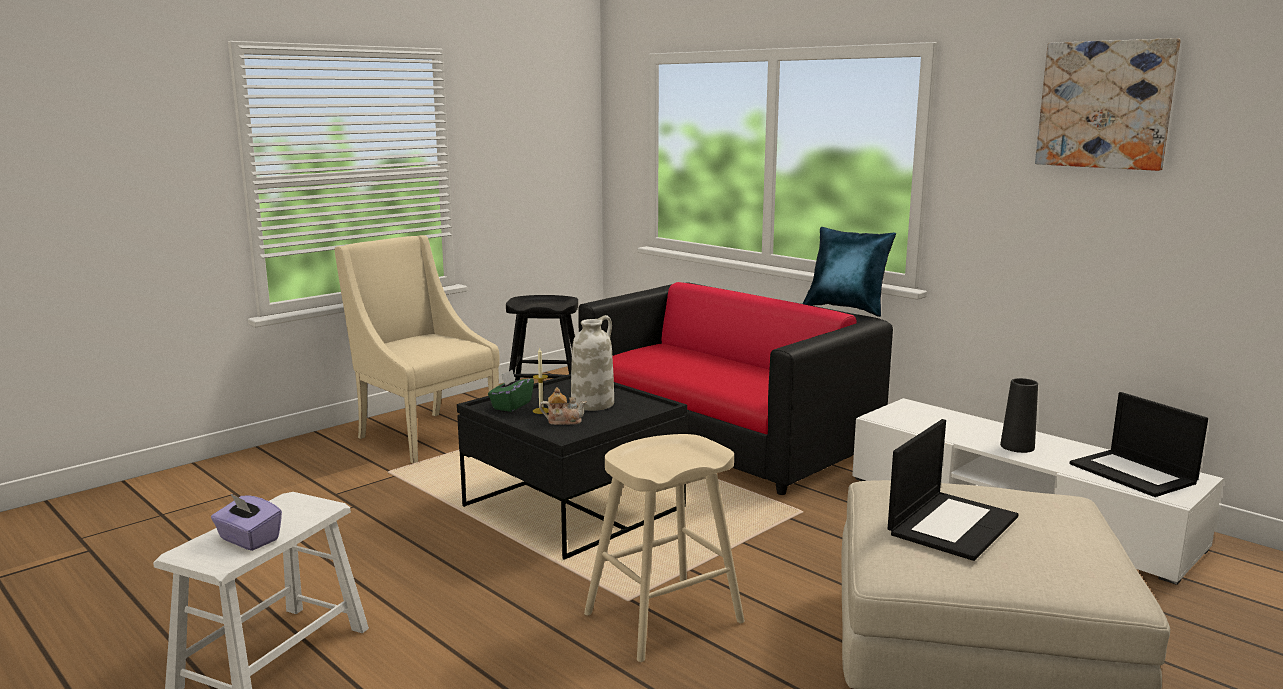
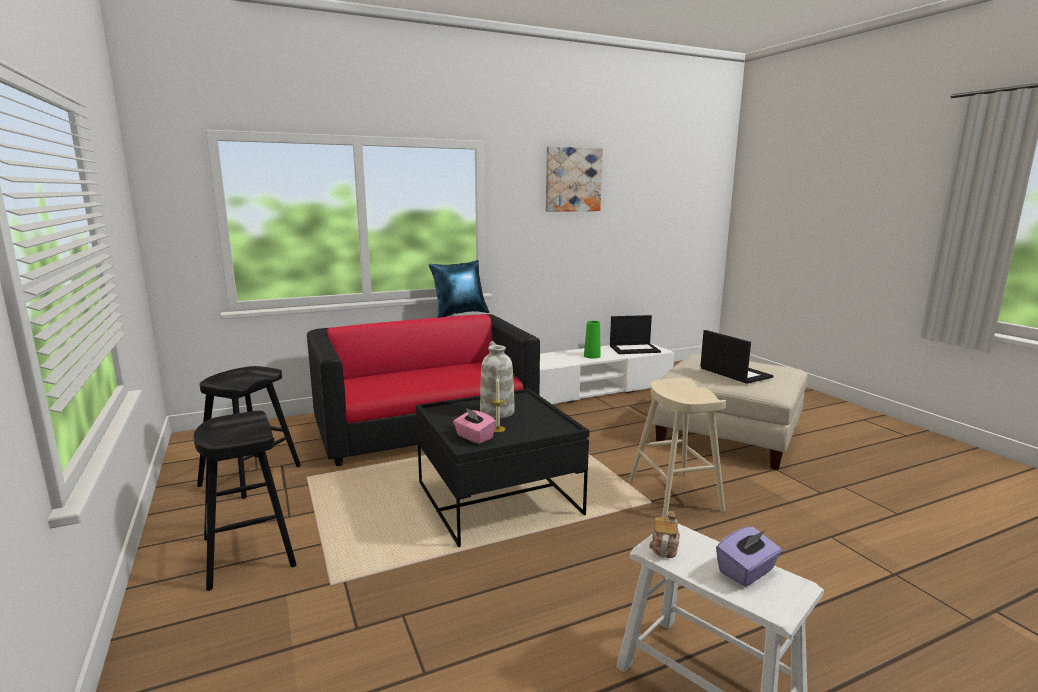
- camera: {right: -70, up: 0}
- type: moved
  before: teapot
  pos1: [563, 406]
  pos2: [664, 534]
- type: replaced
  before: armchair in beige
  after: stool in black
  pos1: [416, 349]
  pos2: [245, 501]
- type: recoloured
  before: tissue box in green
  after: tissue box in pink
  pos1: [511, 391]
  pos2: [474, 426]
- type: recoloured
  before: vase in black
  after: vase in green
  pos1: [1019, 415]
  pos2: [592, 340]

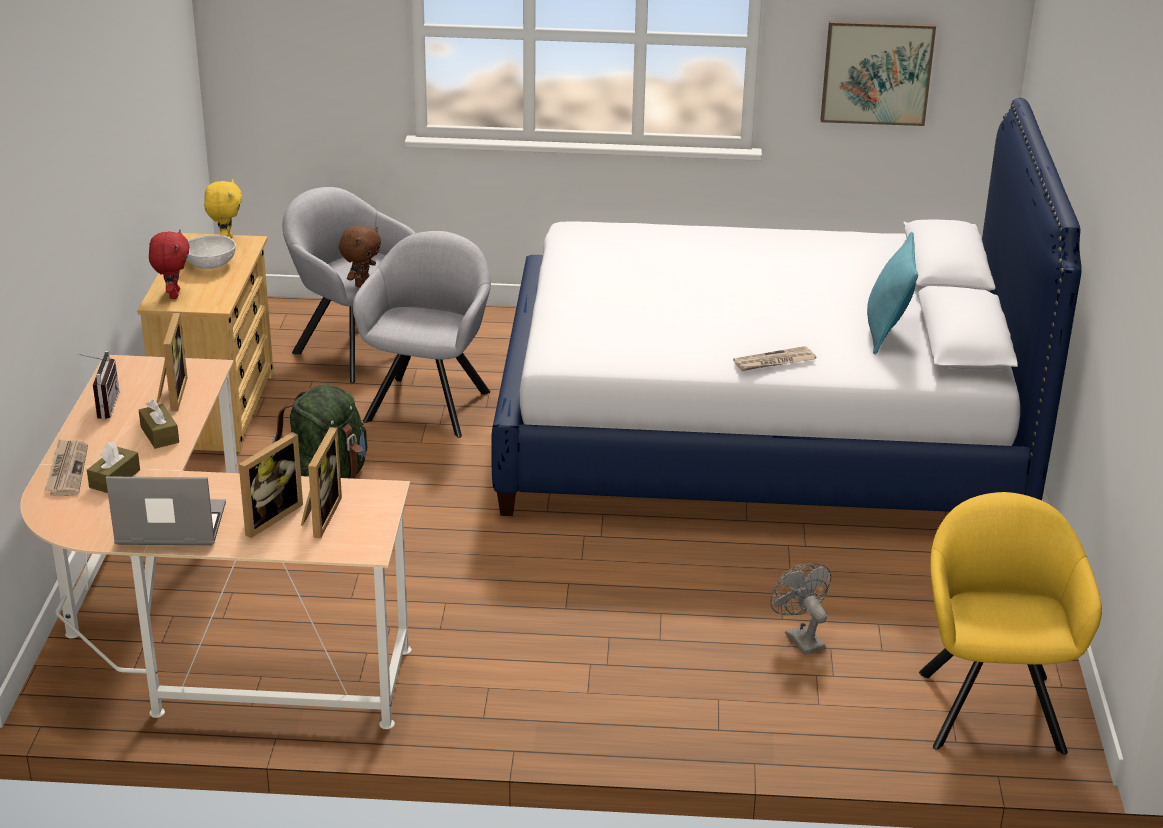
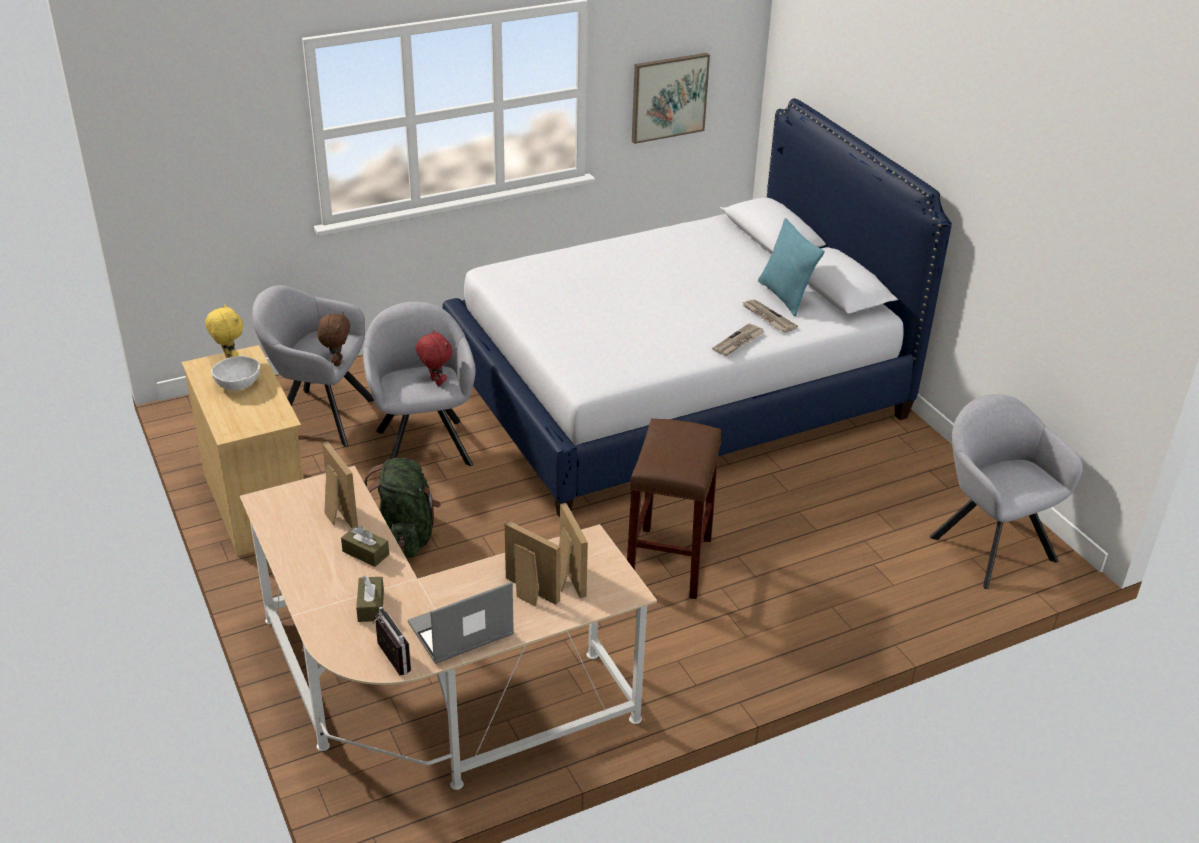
- camera: {right: -30, up: 5}
- type: removed
  before: fan in grey
  pos1: [800, 609]
- type: added
  after: stool in brown
  pos2: [674, 509]
- type: moved
  before: newspaper
  pos1: [66, 467]
  pos2: [770, 316]
- type: moved
  before: radio
  pos1: [98, 385]
  pos2: [391, 641]
- type: moved
  before: plush toy in red
  pos1: [169, 264]
  pos2: [434, 357]
- type: recoloured
  before: armchair in yellow
  after: armchair in grey
  pos1: [1010, 623]
  pos2: [1006, 491]
- type: turned
  before: picture frame
  pos1: [271, 485]
  pos2: [533, 563]
  turn: -60

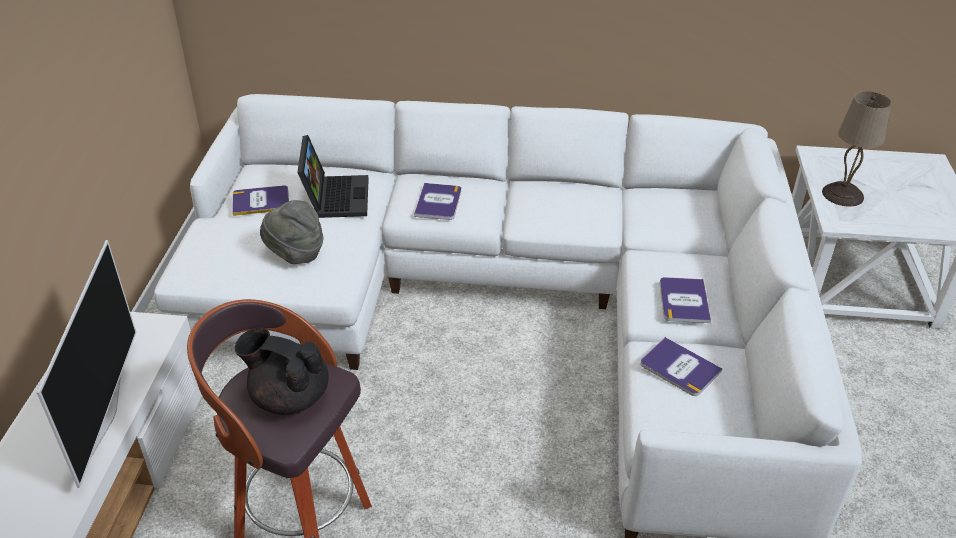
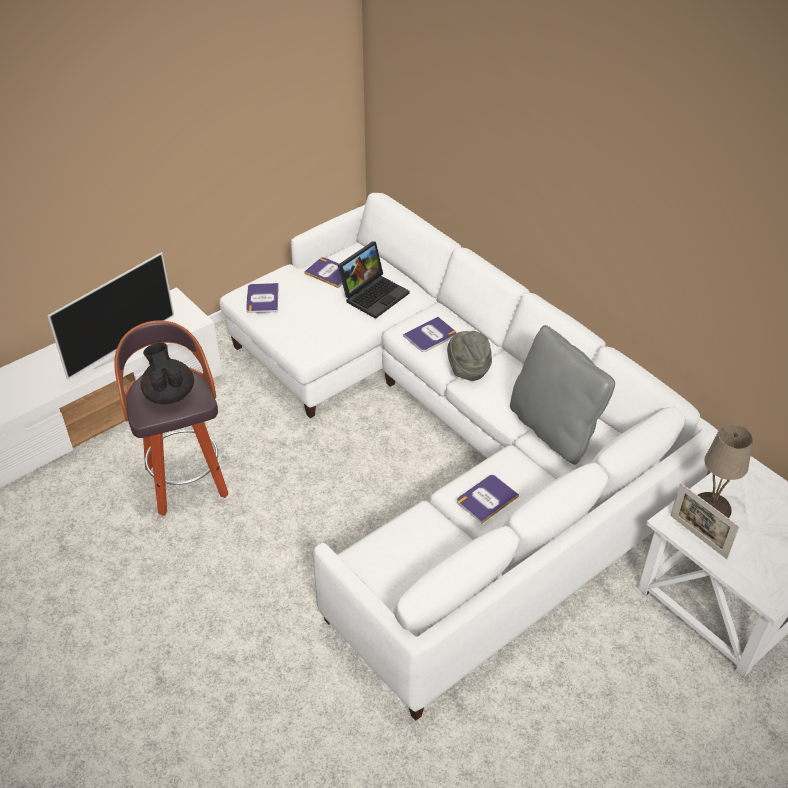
- camera: {right: 45, up: 5}
- type: added
  after: pillow in grey
  pos2: [562, 395]
- type: added
  after: picture frame
  pos2: [704, 521]
- type: moved
  before: hat in grey
  pos1: [291, 232]
  pos2: [469, 356]
- type: moved
  before: book
  pos1: [681, 366]
  pos2: [262, 298]

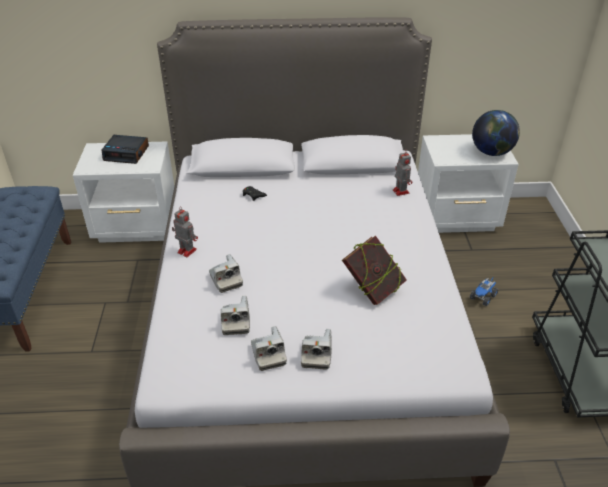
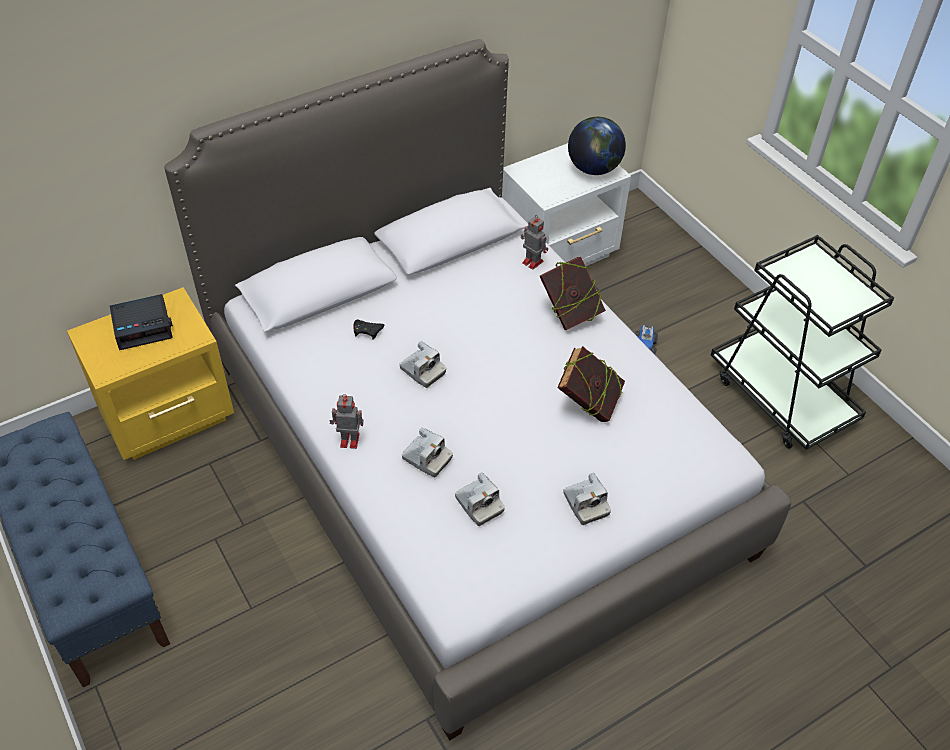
- camera: {right: -30, up: 10}
- type: added
  after: book
  pos2: [573, 293]
- type: moved
  before: photo camera
  pos1: [269, 348]
  pos2: [422, 364]
- type: recoloured
  before: nightstand in white
  after: nightstand in yellow
  pos1: [123, 192]
  pos2: [150, 373]

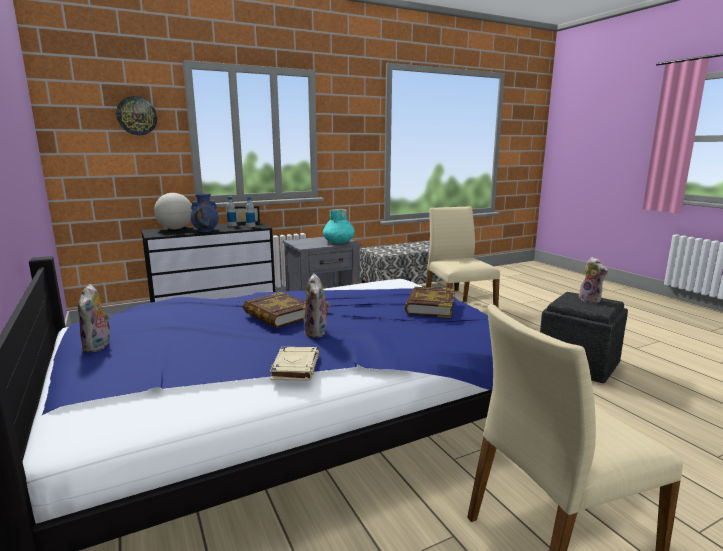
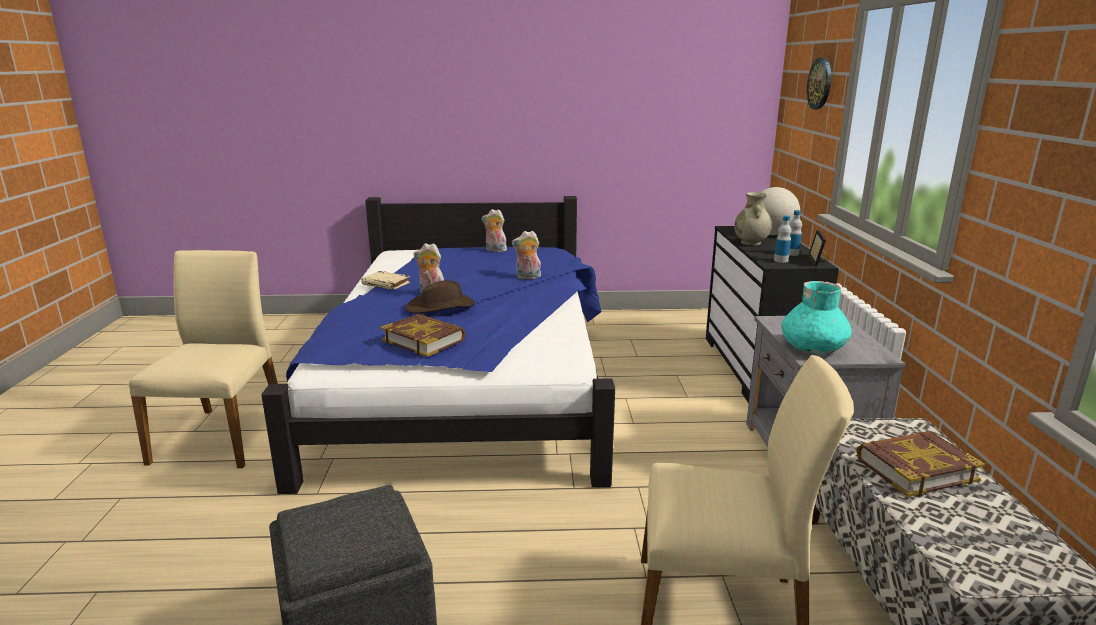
- camera: {right: 115, up: 5}
- type: added
  after: hat in brown
  pos2: [440, 296]
- type: moved
  before: book
  pos1: [274, 310]
  pos2: [921, 464]
- type: moved
  before: plush toy
  pos1: [593, 280]
  pos2: [526, 255]
- type: recoloured
  before: vase in blue
  after: vase in beige
  pos1: [205, 212]
  pos2: [753, 219]

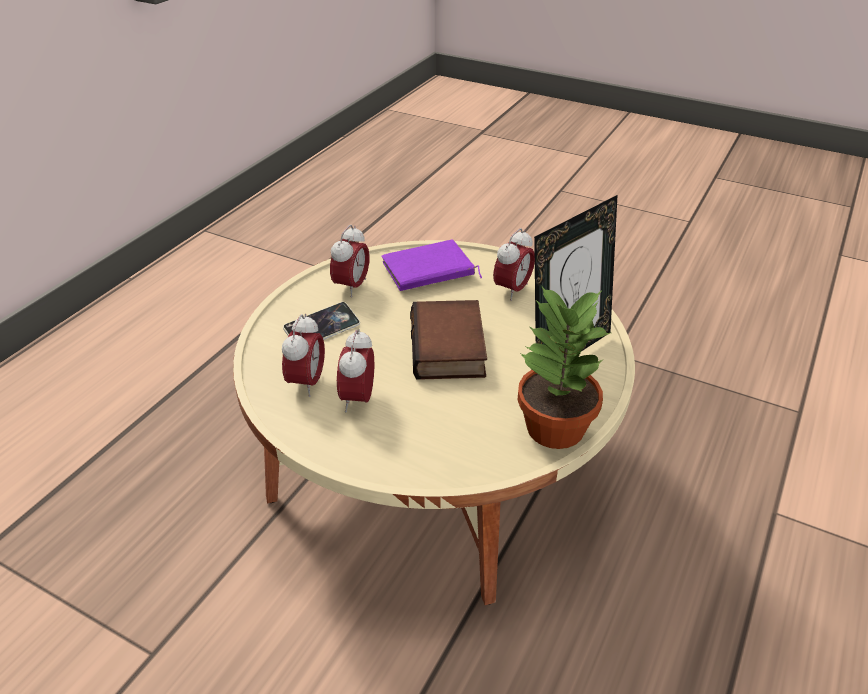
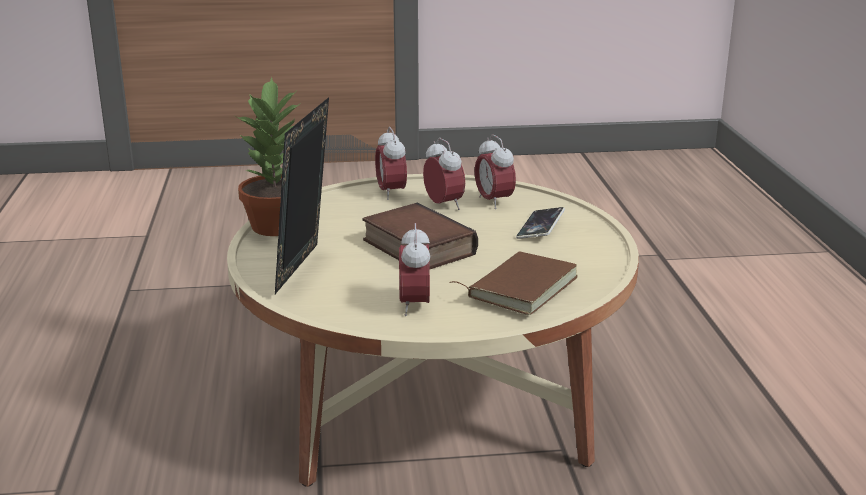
- camera: {right: 145, up: -15}
- type: moved
  before: alarm clock
  pos1: [350, 261]
  pos2: [391, 163]
- type: recoloured
  before: book in purple
  after: book in brown
  pos1: [432, 265]
  pos2: [513, 283]

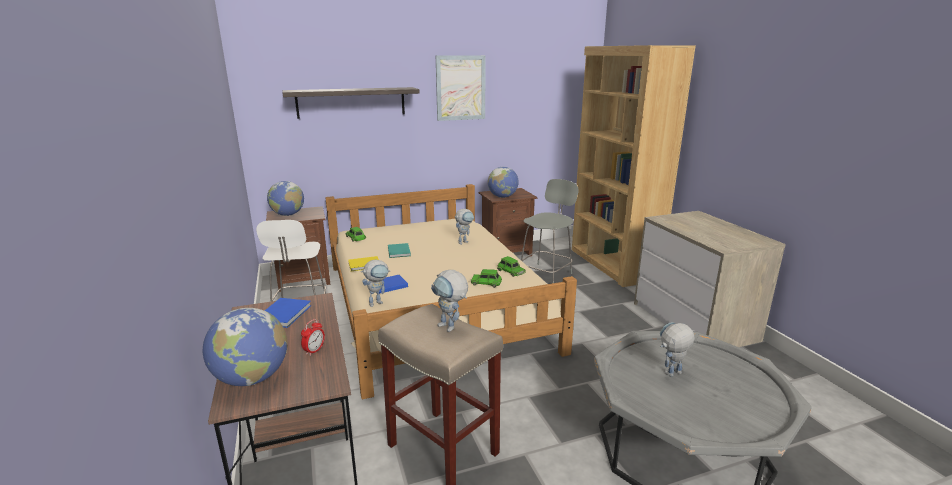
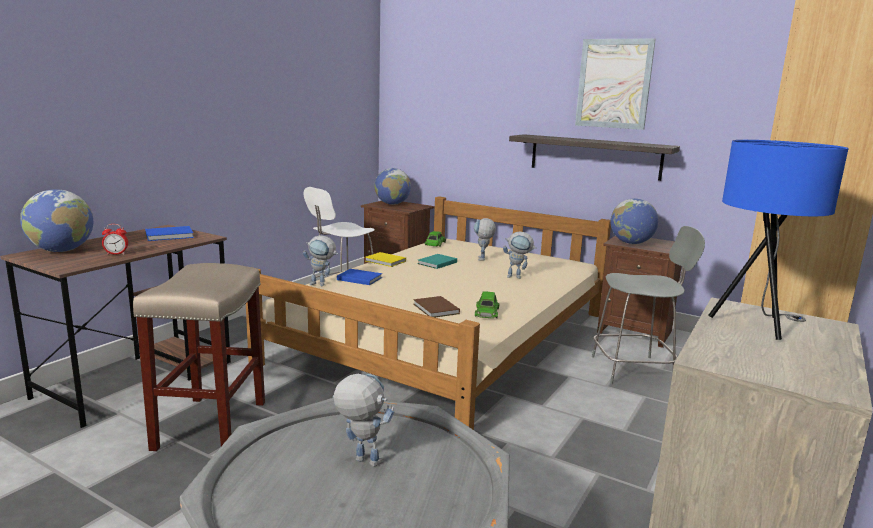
- camera: {right: 50, up: -5}
- type: added
  after: table lamp in blue
  pos2: [778, 240]
- type: moved
  before: shelf
  pos1: [350, 103]
  pos2: [594, 157]
- type: moved
  before: toy robot
  pos1: [449, 301]
  pos2: [485, 239]
- type: replaced
  before: toy car in green
  after: book in brown
  pos1: [486, 278]
  pos2: [436, 306]

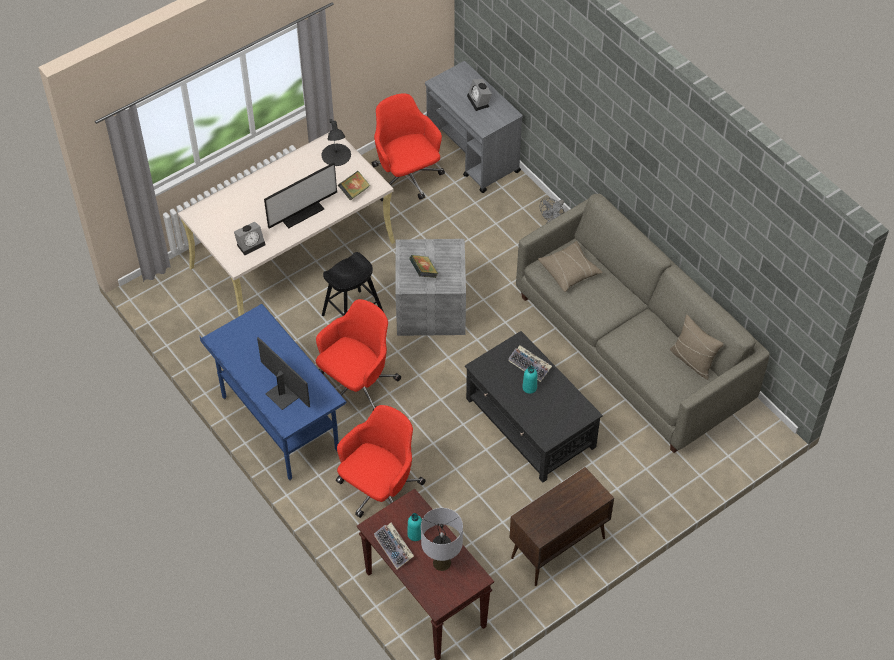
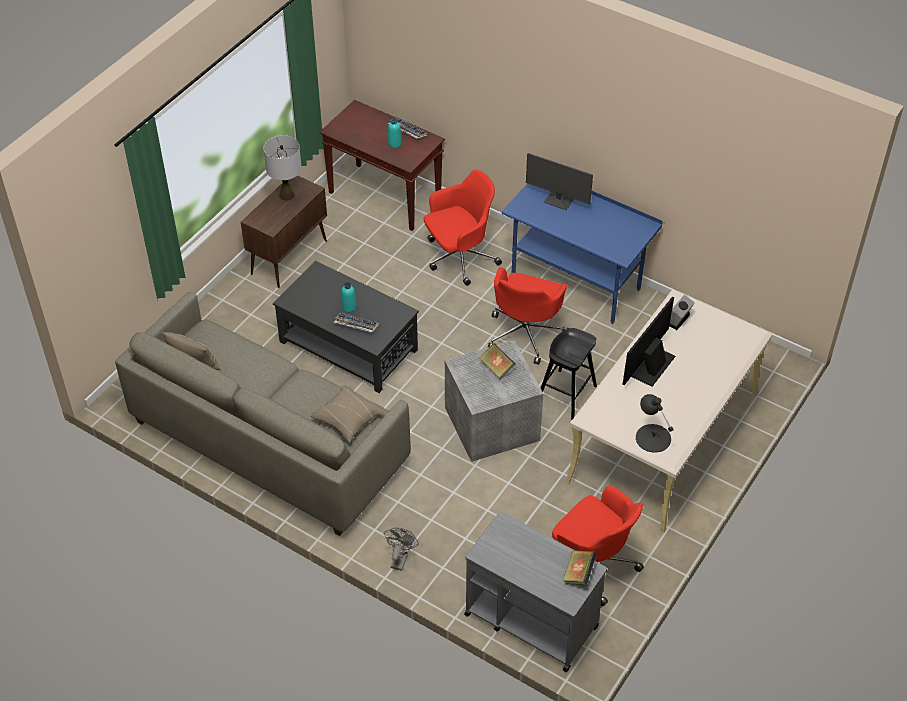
- camera: {right: 160, up: -5}
- type: removed
  before: alarm clock
  pos1: [479, 95]
- type: moved
  before: book
  pos1: [354, 185]
  pos2: [579, 568]
- type: moved
  before: table lamp in grey
  pos1: [442, 539]
  pos2: [283, 168]
- type: turned
  before: office chair in red
  pos1: [381, 461]
  pos2: [463, 228]
  turn: -135

